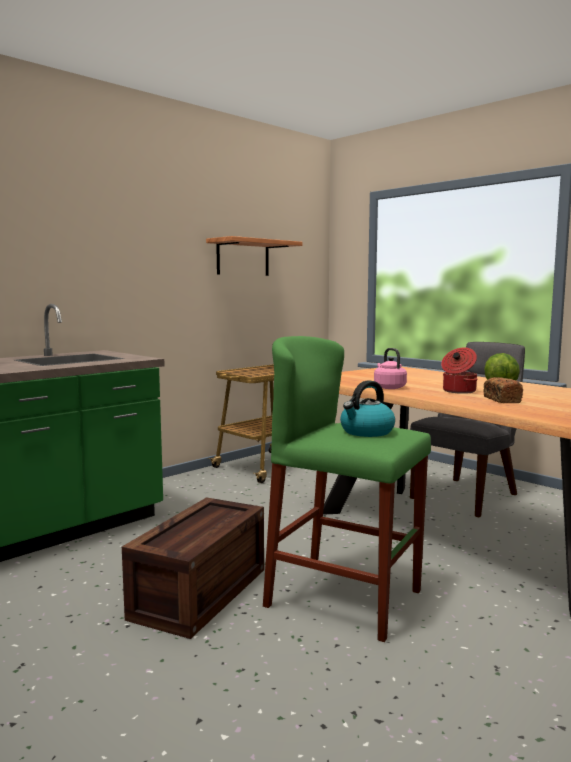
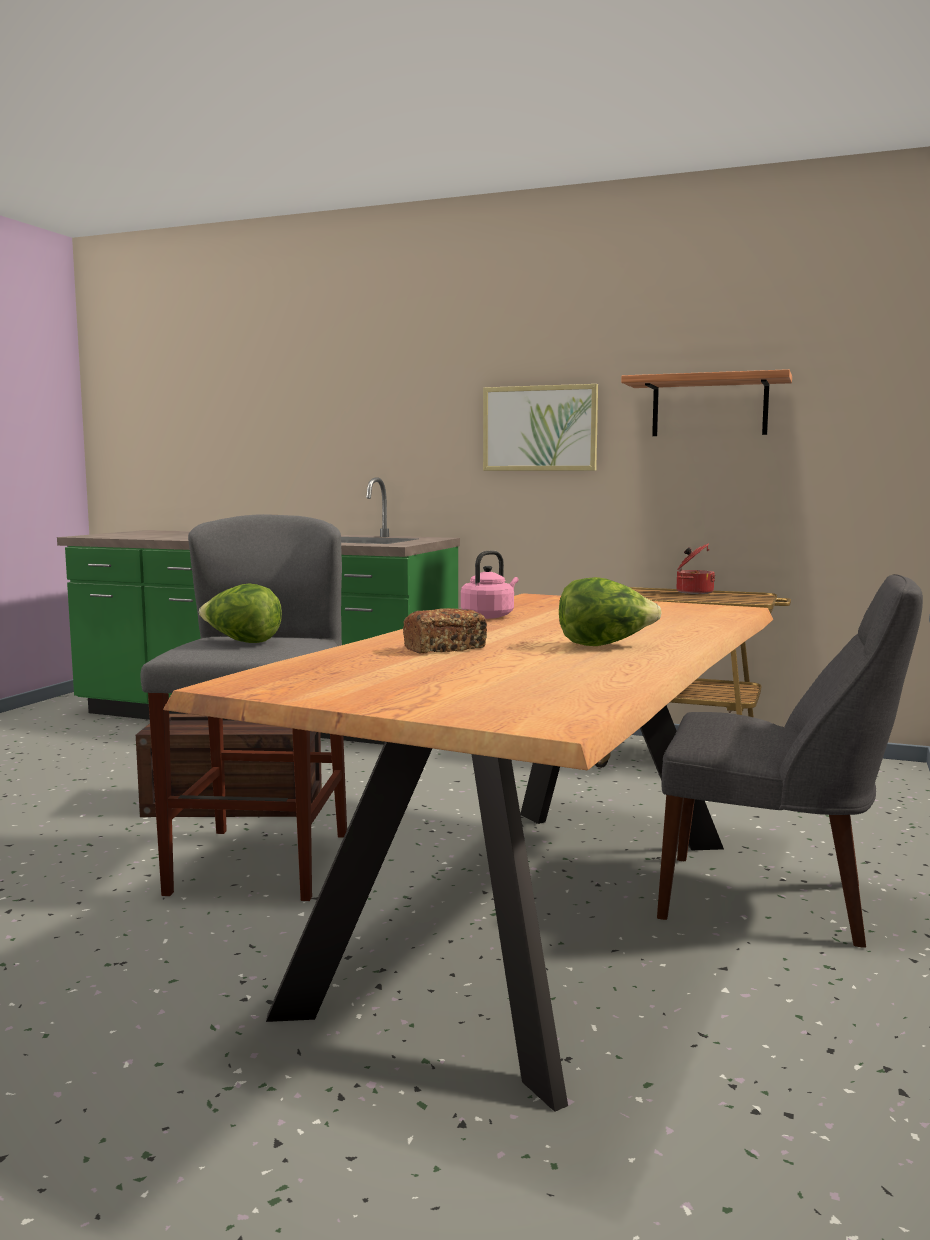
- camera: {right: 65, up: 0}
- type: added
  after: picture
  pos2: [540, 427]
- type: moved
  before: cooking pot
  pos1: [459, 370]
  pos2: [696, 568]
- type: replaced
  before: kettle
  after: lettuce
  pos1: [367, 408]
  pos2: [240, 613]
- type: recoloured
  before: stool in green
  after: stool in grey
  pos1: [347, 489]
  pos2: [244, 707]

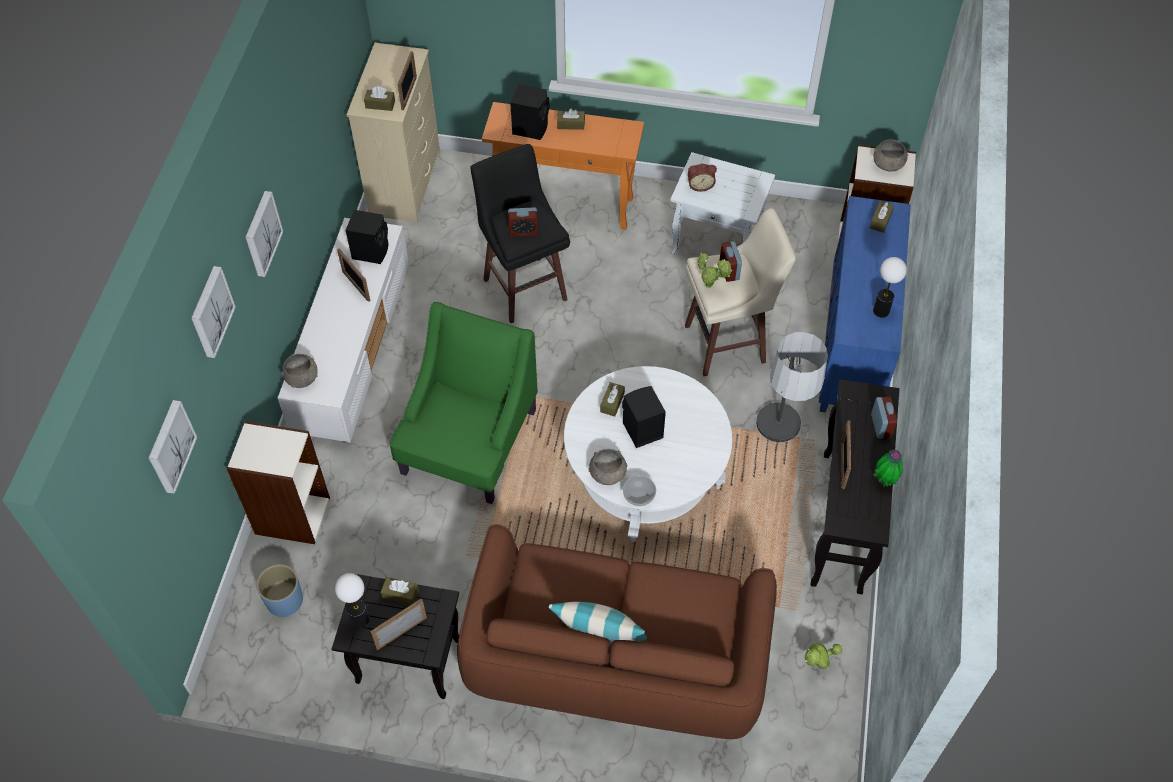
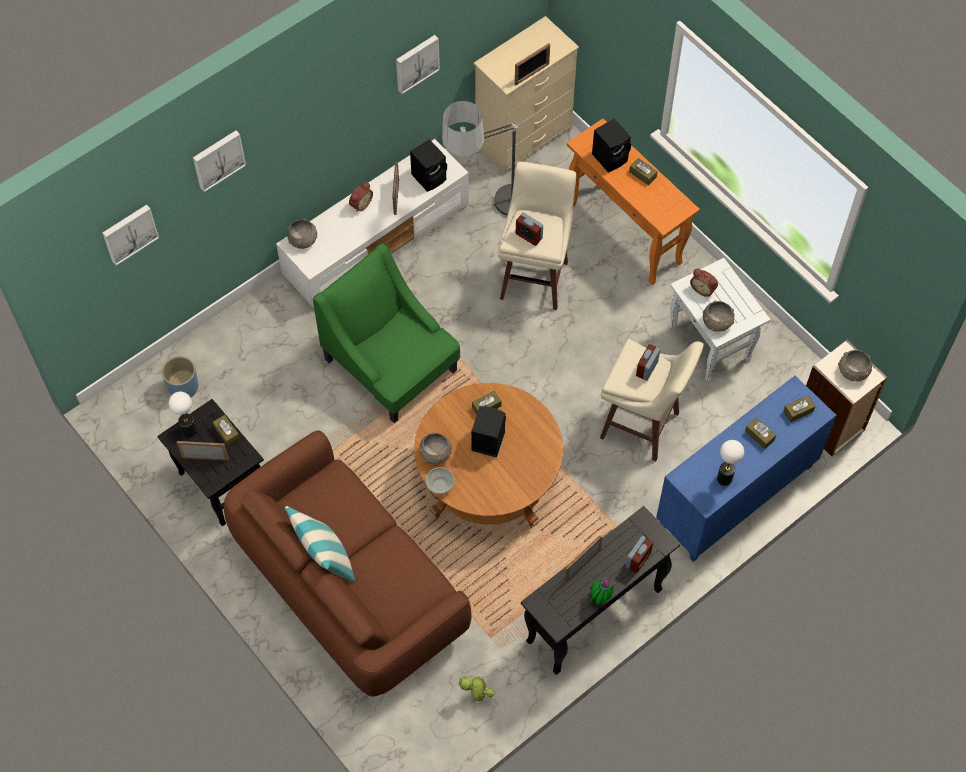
- camera: {right: 40, up: 5}
- type: removed
  before: bookcase
  pos1: [278, 482]
- type: removed
  before: potted plant
  pos1: [715, 270]
- type: added
  after: alarm clock
  pos2: [361, 197]
- type: added
  after: bowl in grey
  pos2: [718, 316]
- type: moved
  before: picture
  pos1: [264, 234]
  pos2: [418, 64]
- type: moved
  before: tissue box in brown
  pos1: [379, 98]
  pos2: [760, 433]
- type: moved
  before: floor lamp
  pos1: [792, 389]
  pos2: [479, 161]
- type: recoloured
  before: stool in black
  after: stool in beige
  pos1: [520, 233]
  pos2: [537, 236]
- type: recoloured
  before: coffee table in white
  after: coffee table in brown
  pos1: [648, 454]
  pos2: [488, 454]
- type: turned
  before: armchair in green
  pos1: [464, 403]
  pos2: [387, 333]
  turn: -105

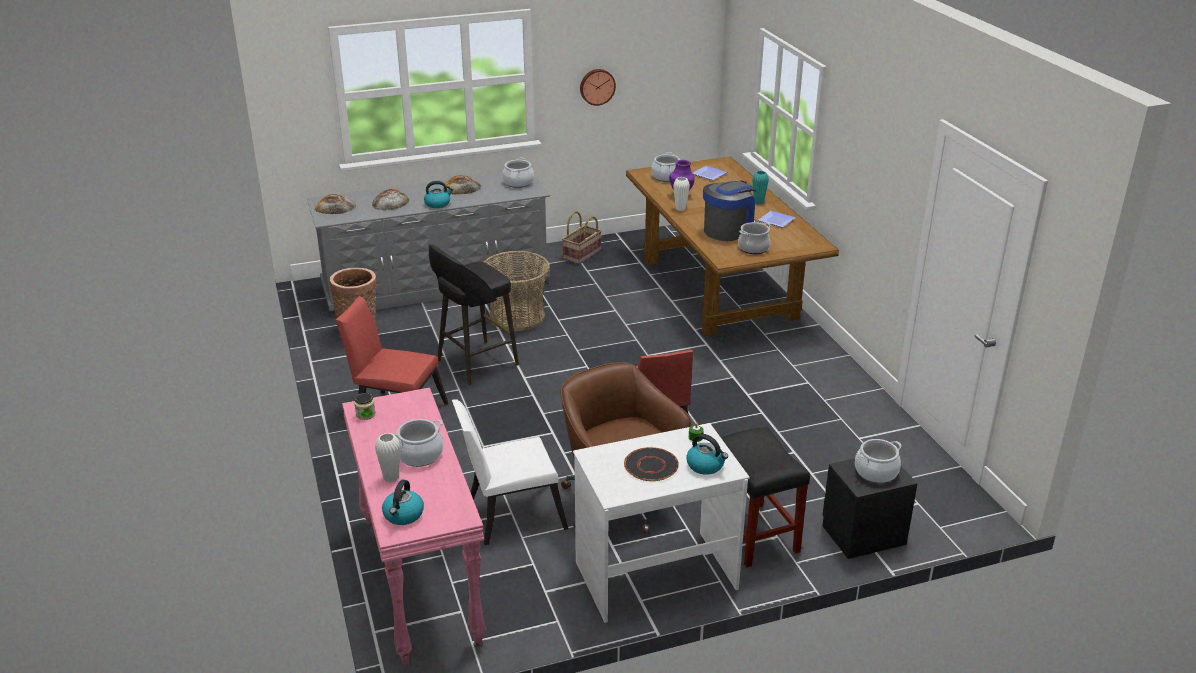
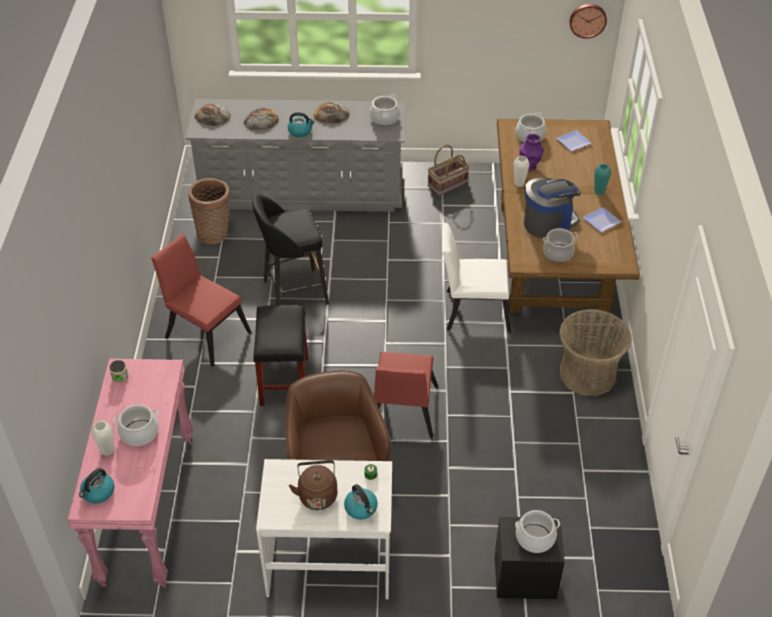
- camera: {right: 20, up: 15}
- type: moved
  before: chair in white
  pos1: [510, 472]
  pos2: [477, 278]
- type: moved
  before: basket
  pos1: [517, 291]
  pos2: [595, 352]
- type: moved
  before: wall clock
  pos1: [598, 87]
  pos2: [588, 21]
- type: moved
  before: stool in black
  pos1: [765, 497]
  pos2: [280, 355]
- type: replaced
  before: plate in black
  after: kettle in brown
  pos1: [651, 464]
  pos2: [313, 485]

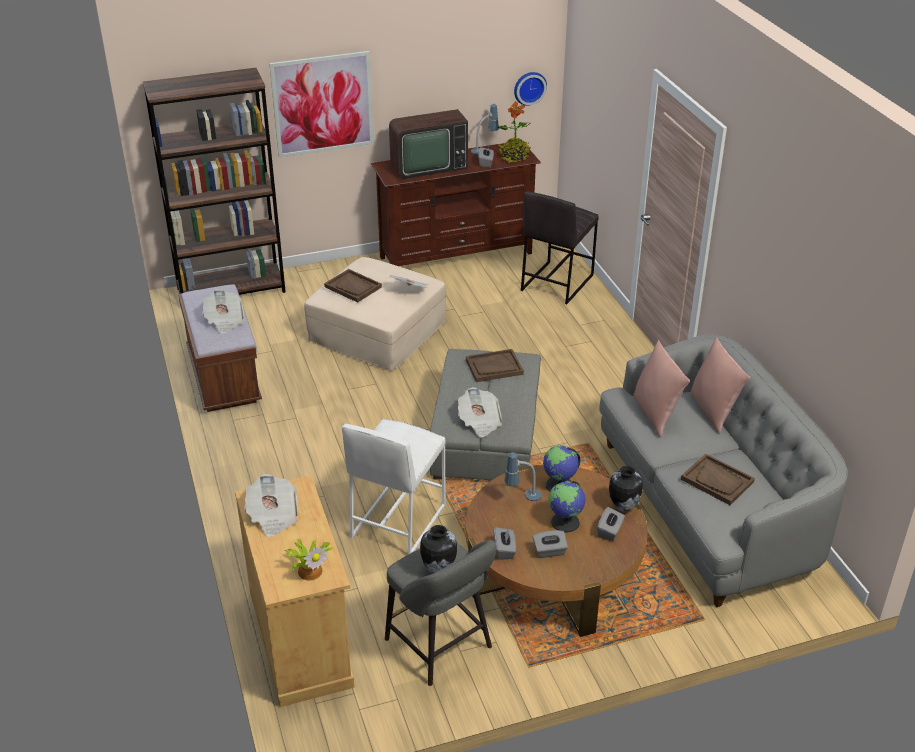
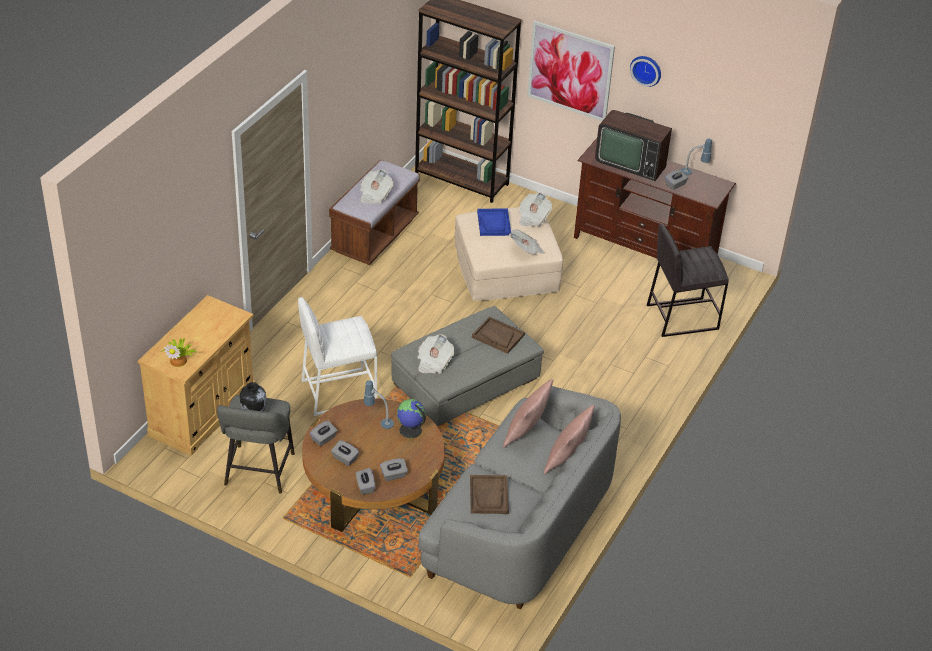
- camera: {right: 45, up: 5}
- type: removed
  before: potted plant
  pos1: [514, 132]
- type: removed
  before: globe
  pos1: [566, 506]
- type: removed
  before: vase
  pos1: [626, 489]
- type: added
  after: tissue box in grey
  pos2: [365, 481]
- type: moved
  before: newspaper
  pos1: [271, 505]
  pos2: [535, 209]
- type: moved
  before: wall clock
  pos1: [530, 89]
  pos2: [645, 71]
- type: recoloured
  before: tray in brown
  after: tray in blue
  pos1: [353, 286]
  pos2: [494, 222]

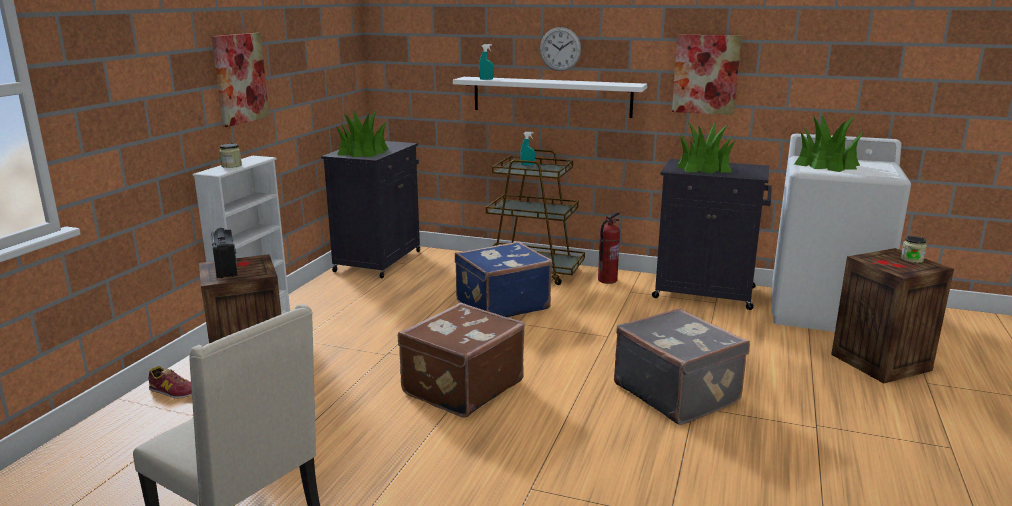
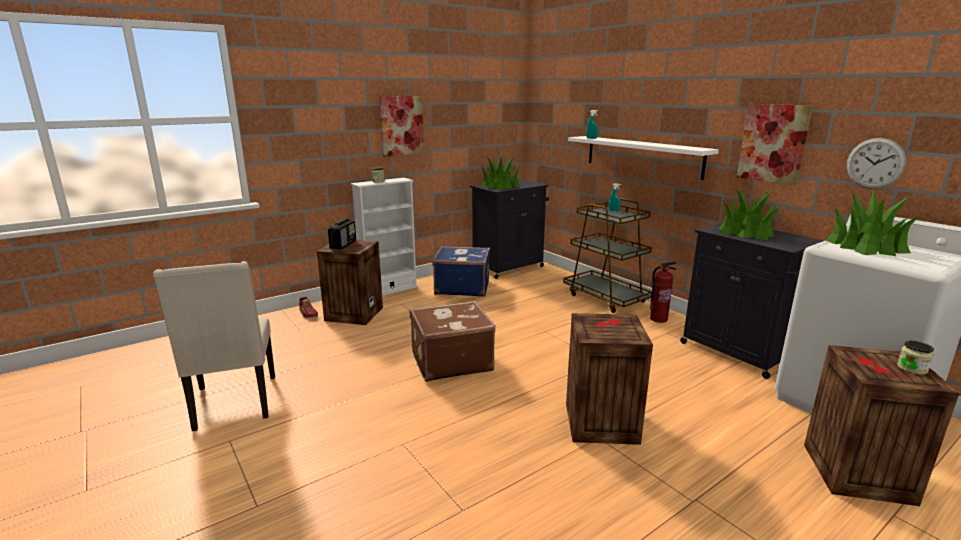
- camera: {right: 35, up: 0}
- type: moved
  before: suitcase in blue
  pos1: [503, 279]
  pos2: [461, 271]
- type: moved
  before: wall clock
  pos1: [560, 49]
  pos2: [876, 163]
- type: replaced
  before: suitcase in grey
  after: crate
  pos1: [682, 366]
  pos2: [609, 379]

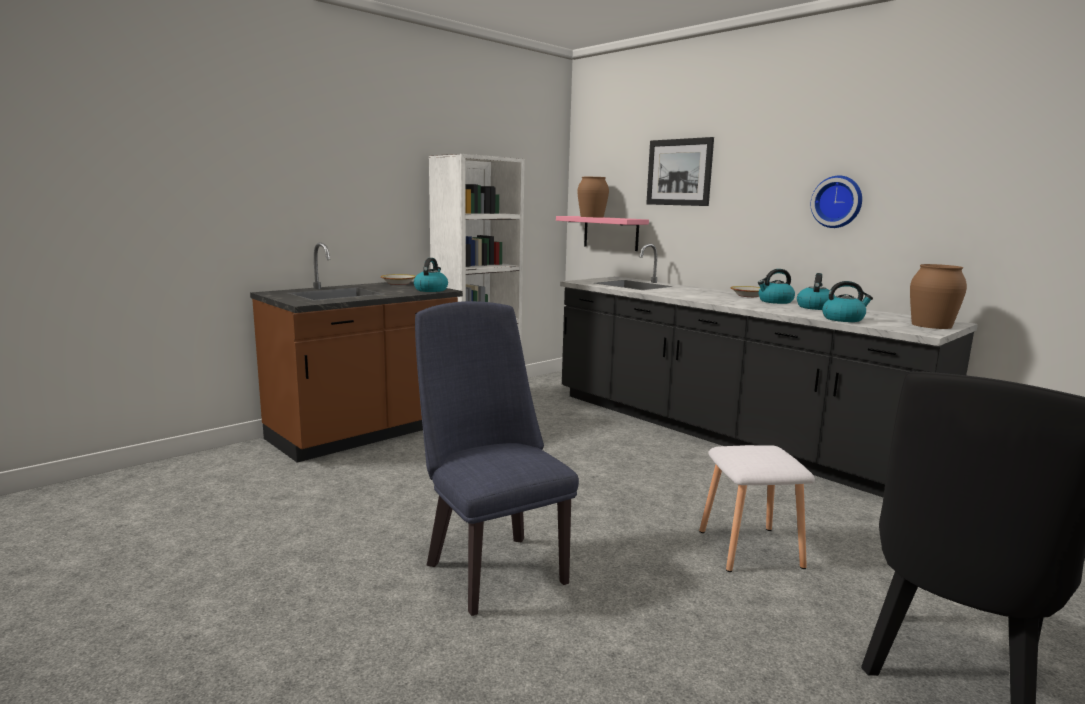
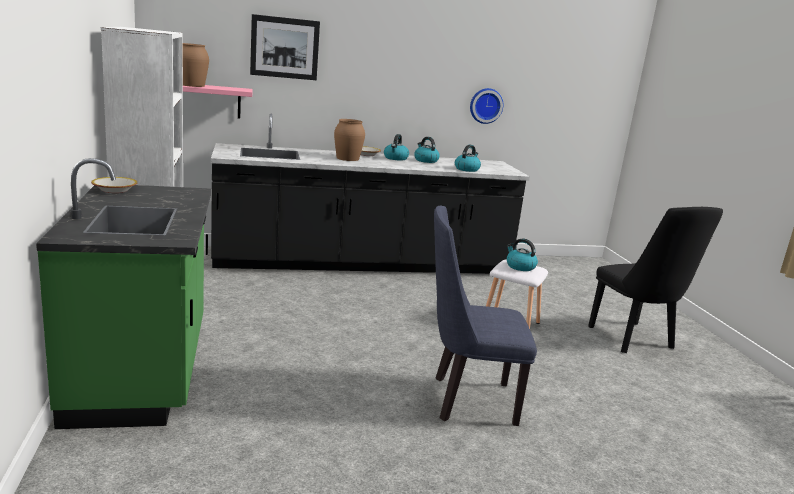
- camera: {right: -60, up: 5}
- type: moved
  before: kettle
  pos1: [431, 275]
  pos2: [522, 254]
- type: moved
  before: wall clock
  pos1: [836, 202]
  pos2: [486, 106]
- type: moved
  before: vase in brown
  pos1: [938, 296]
  pos2: [349, 140]
- type: recoloured
  before: counter in brown
  after: counter in green
  pos1: [356, 352]
  pos2: [123, 293]

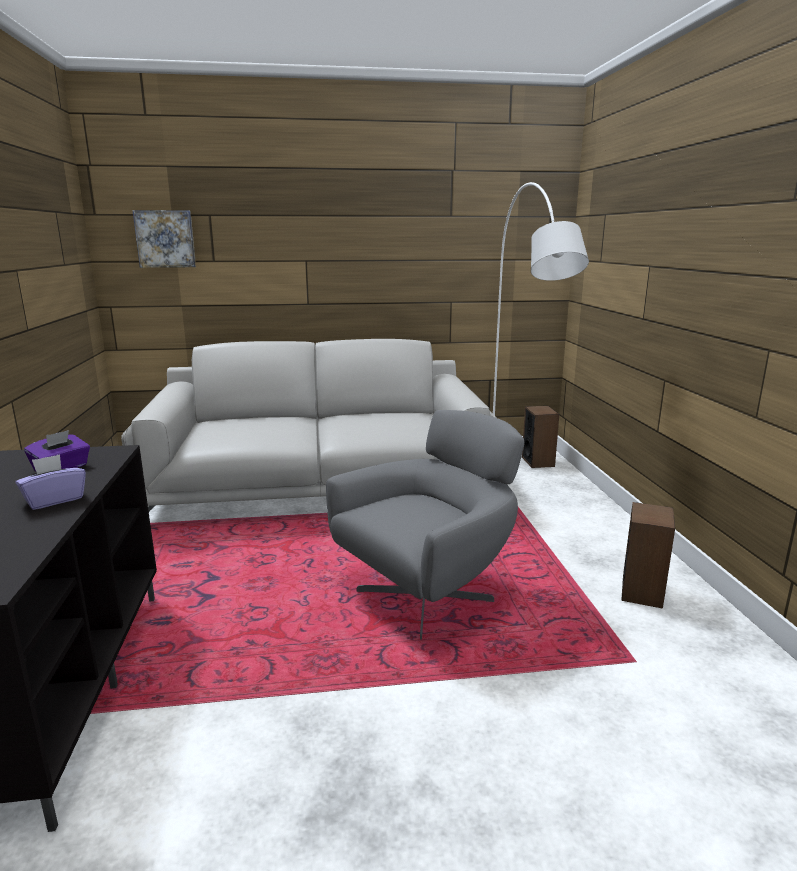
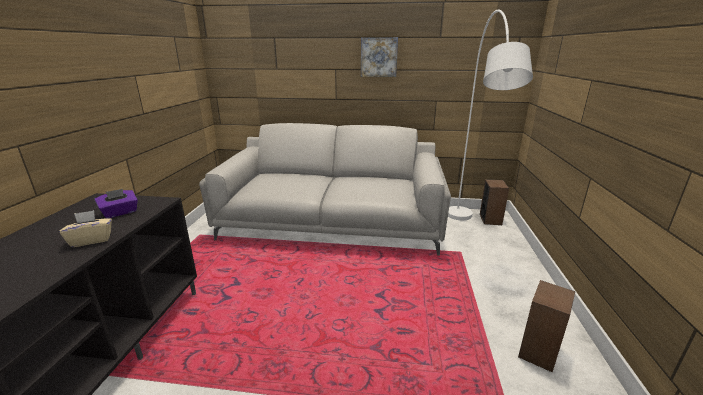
- camera: {right: 15, up: 5}
- type: removed
  before: armchair in grey
  pos1: [425, 525]
- type: moved
  before: picture
  pos1: [164, 239]
  pos2: [379, 57]
- type: recoloured
  before: tissue box in purple
  after: tissue box in beige
  pos1: [51, 482]
  pos2: [85, 228]

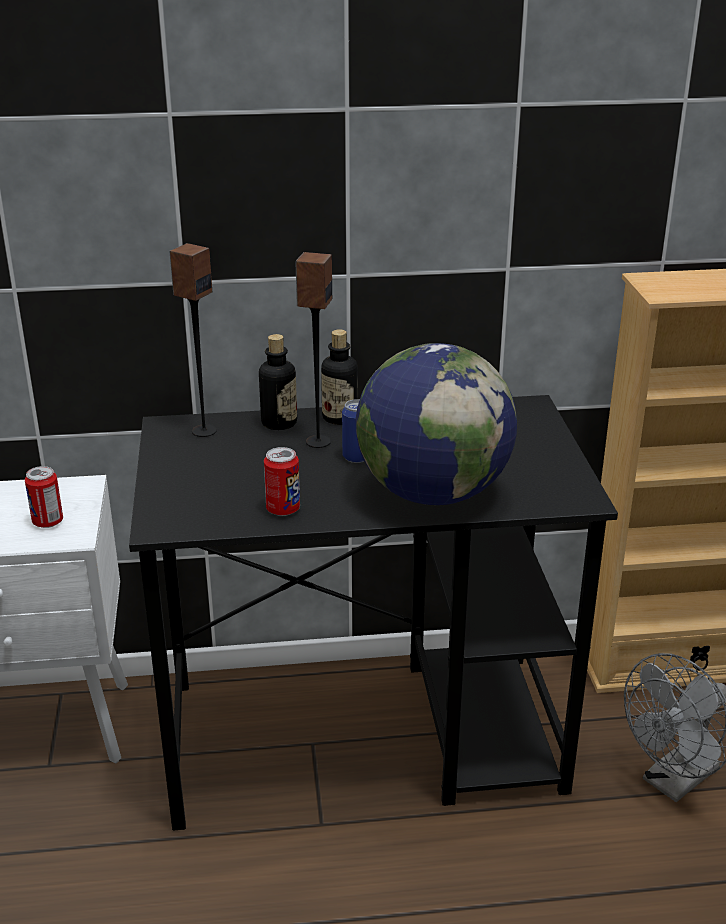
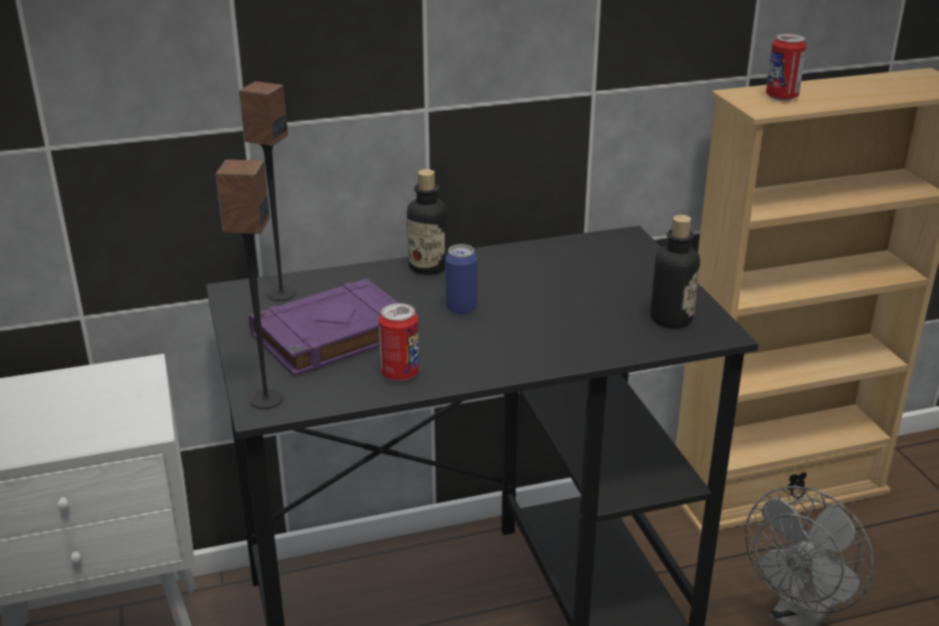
- camera: {right: -10, up: 0}
- type: removed
  before: globe
  pos1: [436, 424]
- type: added
  after: book in purple
  pos2: [323, 327]
- type: moved
  before: can
  pos1: [44, 497]
  pos2: [786, 67]
- type: moved
  before: bottle
  pos1: [278, 382]
  pos2: [675, 272]
- type: moved
  before: speaker
  pos1: [313, 350]
  pos2: [249, 284]

